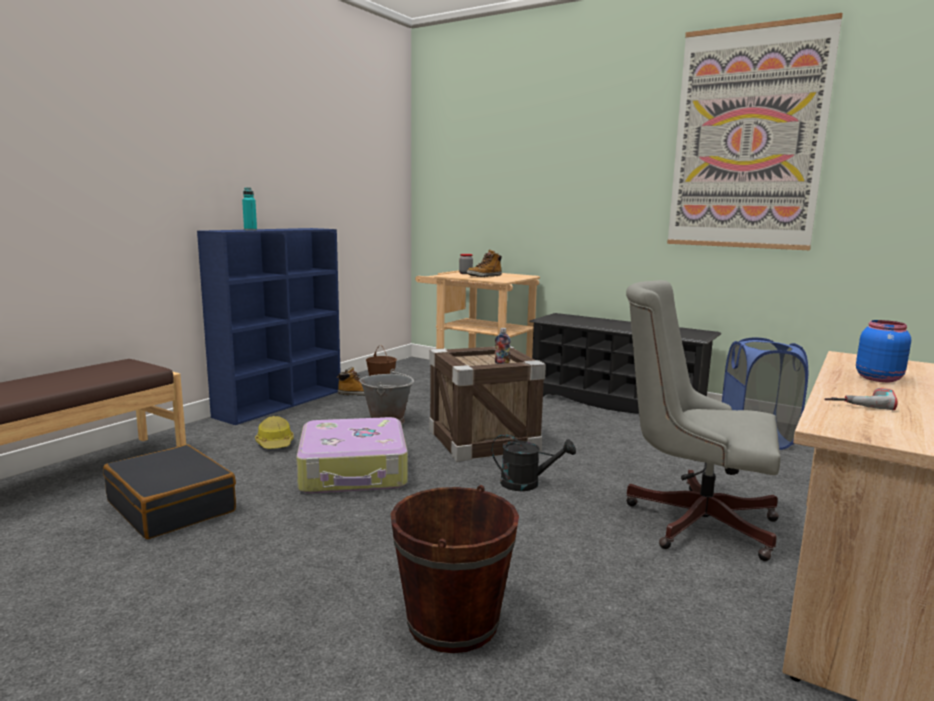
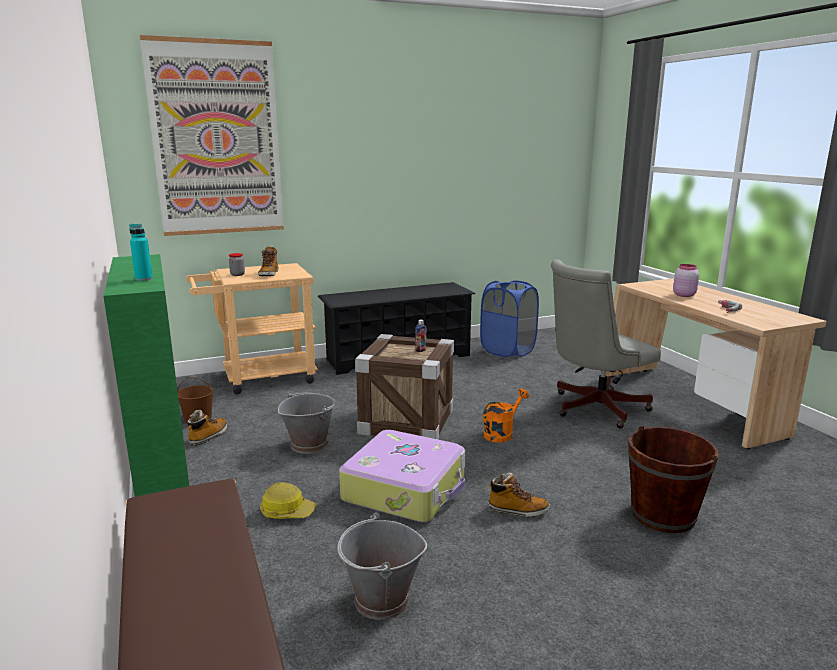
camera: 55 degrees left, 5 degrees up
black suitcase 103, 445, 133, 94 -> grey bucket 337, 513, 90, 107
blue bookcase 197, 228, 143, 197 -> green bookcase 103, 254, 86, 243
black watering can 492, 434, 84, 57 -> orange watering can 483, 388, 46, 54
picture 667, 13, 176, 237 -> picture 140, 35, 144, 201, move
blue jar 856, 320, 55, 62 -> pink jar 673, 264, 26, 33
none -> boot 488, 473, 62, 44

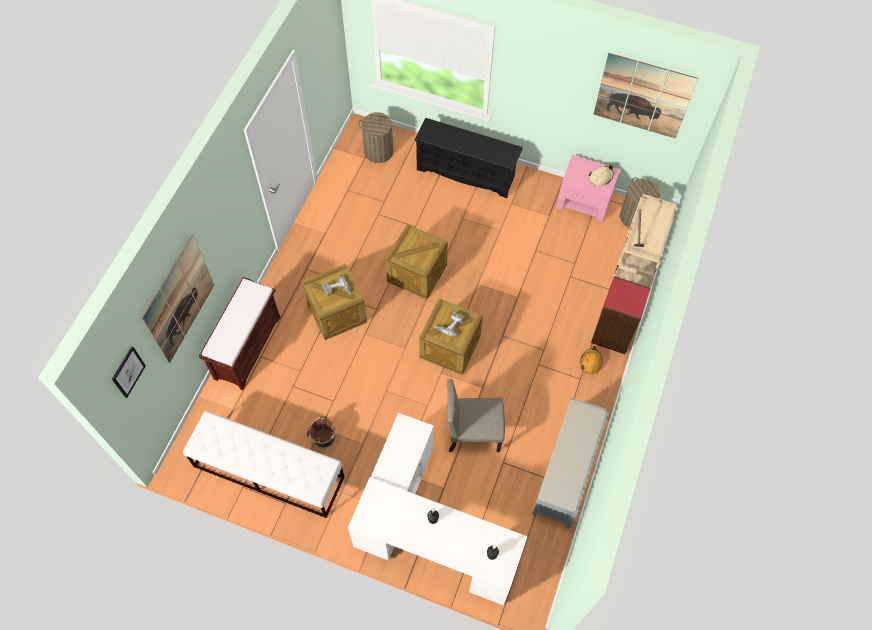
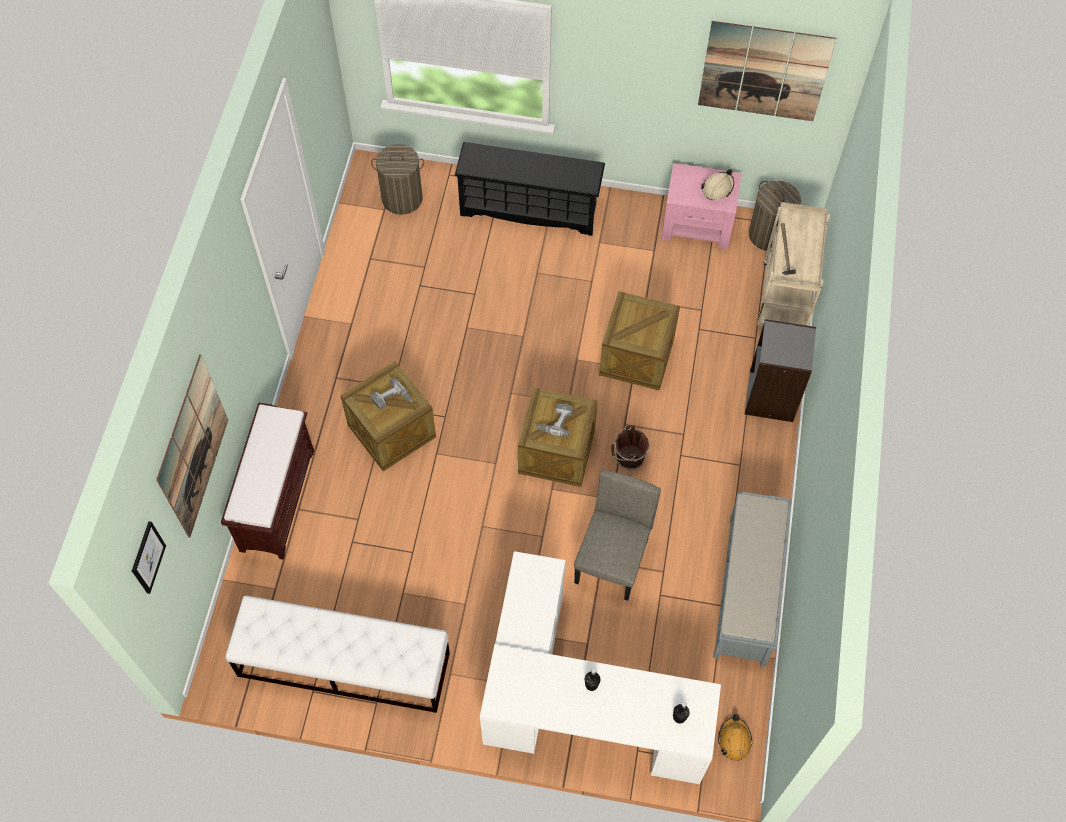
camera: 10 degrees left, 0 degrees up
brown bucket 307, 416, 28, 32 -> brown bucket 611, 425, 38, 45, move
crate 385, 224, 63, 76 -> crate 599, 291, 81, 99, move
beige chair 447, 379, 58, 73 -> beige chair 574, 470, 87, 131, 120 degrees clockwise
orange hard hat 580, 346, 23, 29 -> orange hard hat 718, 714, 35, 47, move
red bookcase 591, 276, 60, 78 -> grey bookcase 745, 319, 71, 103

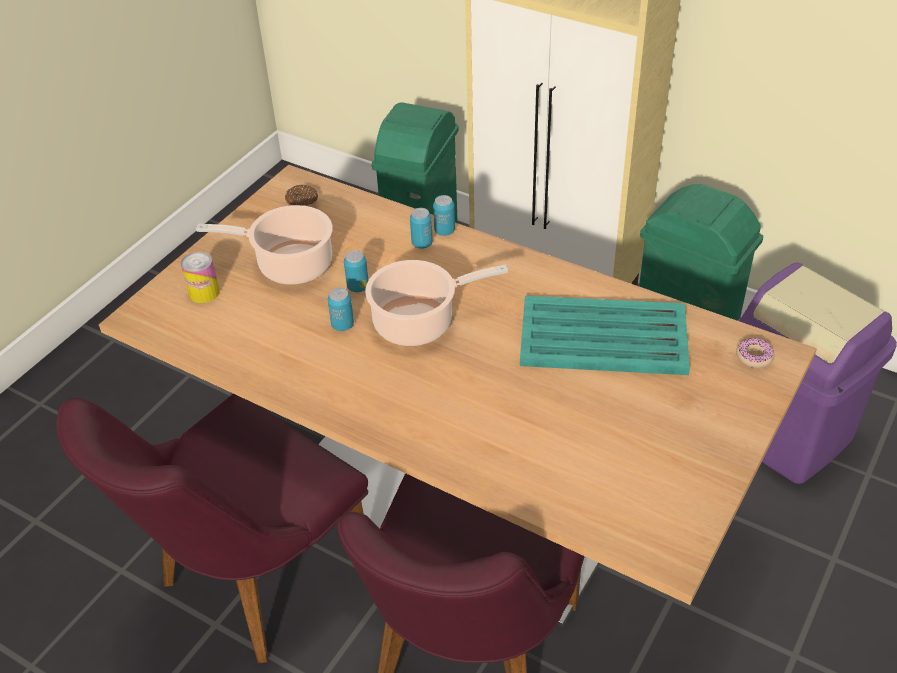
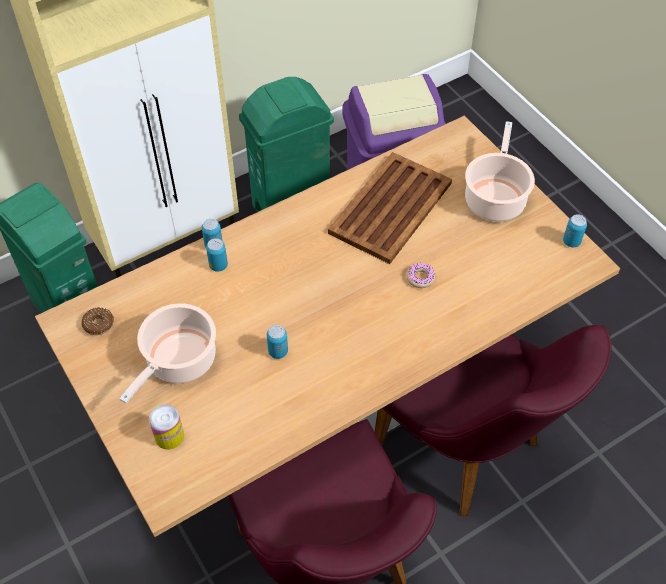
camera: 65 degrees left, 10 degrees up
can 344, 250, 24, 42 -> can 563, 214, 24, 33, move
cooking pot 365, 260, 143, 86 -> cooking pot 465, 121, 70, 101, move
turquoise tray 520, 296, 170, 79 -> brown tray 328, 152, 124, 112
donut 736, 338, 38, 30 -> donut 406, 263, 30, 25, move

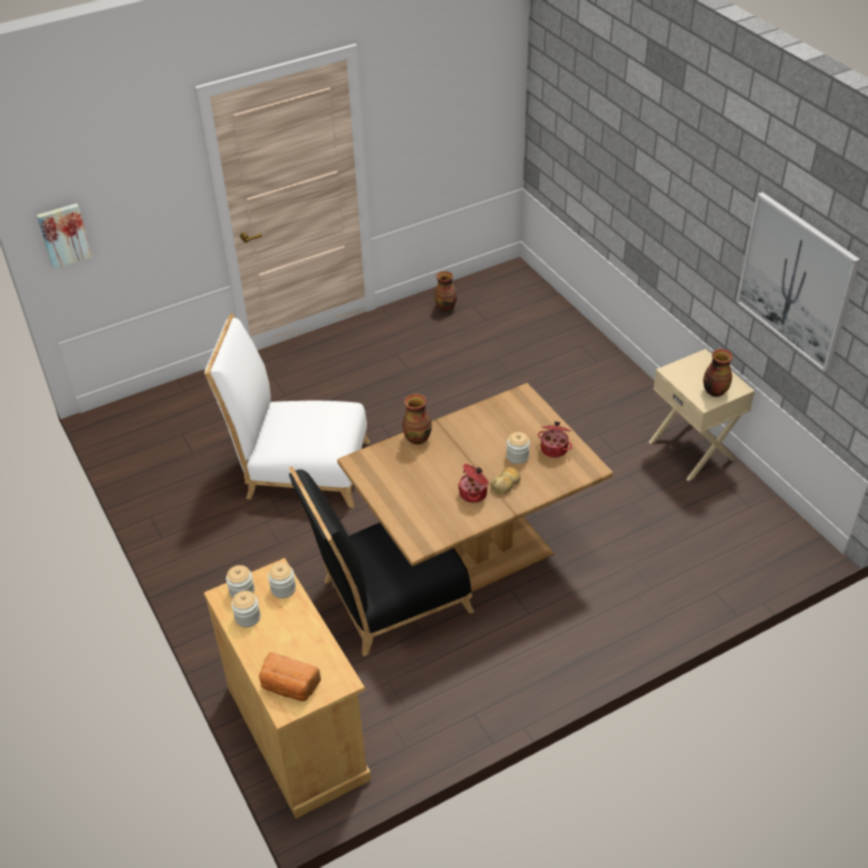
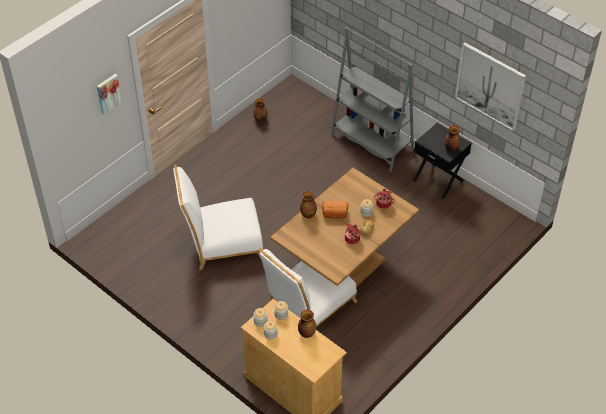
camera: 20 degrees left, 5 degrees up
picture 37, 203, 55, 66 -> picture 97, 74, 25, 41, move
bread 259, 652, 62, 49 -> bread 322, 201, 26, 18, move
black chair 289, 467, 185, 189 -> white chair 258, 249, 100, 78
beige nightstand 649, 349, 106, 132 -> black nightstand 413, 123, 59, 76
none -> vase 298, 310, 18, 28
none -> grey bookcase 331, 27, 83, 145

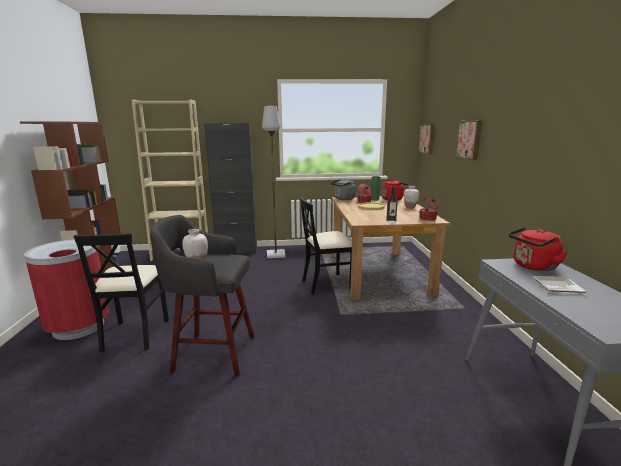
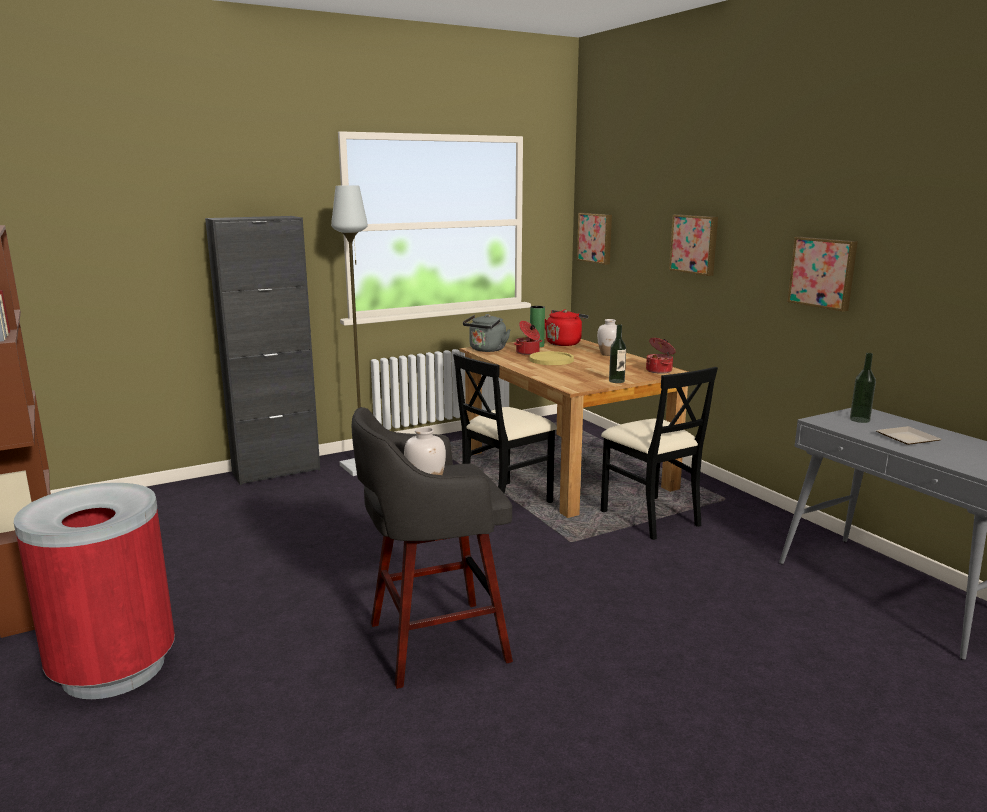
camera: 25 degrees left, 0 degrees up
black chair 74, 233, 95, 119 -> black chair 601, 367, 117, 173, move
beige bookcase 132, 99, 76, 162 -> none
red kettle 508, 227, 60, 44 -> bottle 850, 353, 26, 70
none -> picture 787, 237, 71, 75

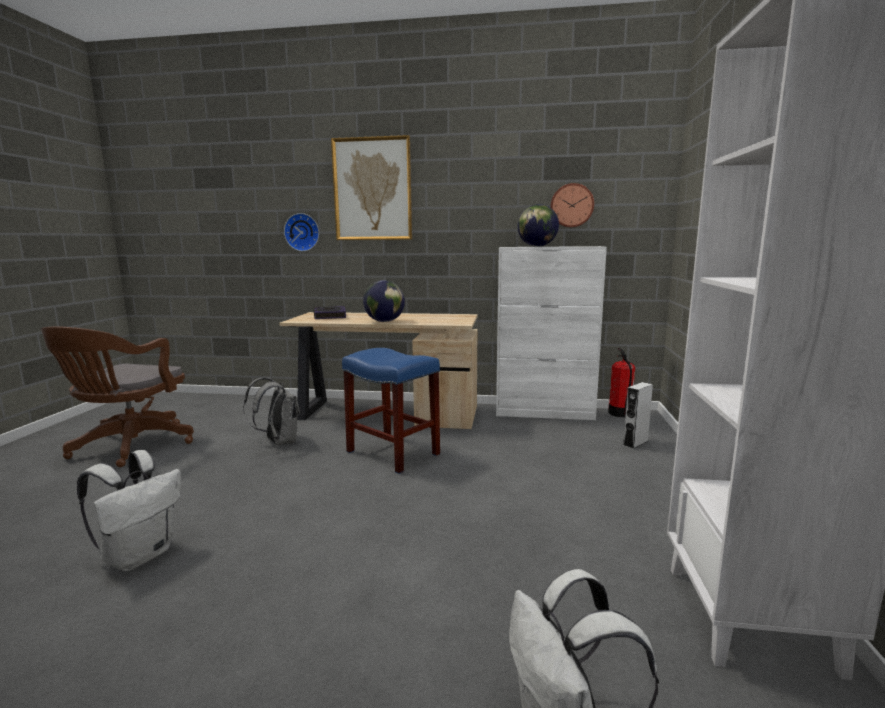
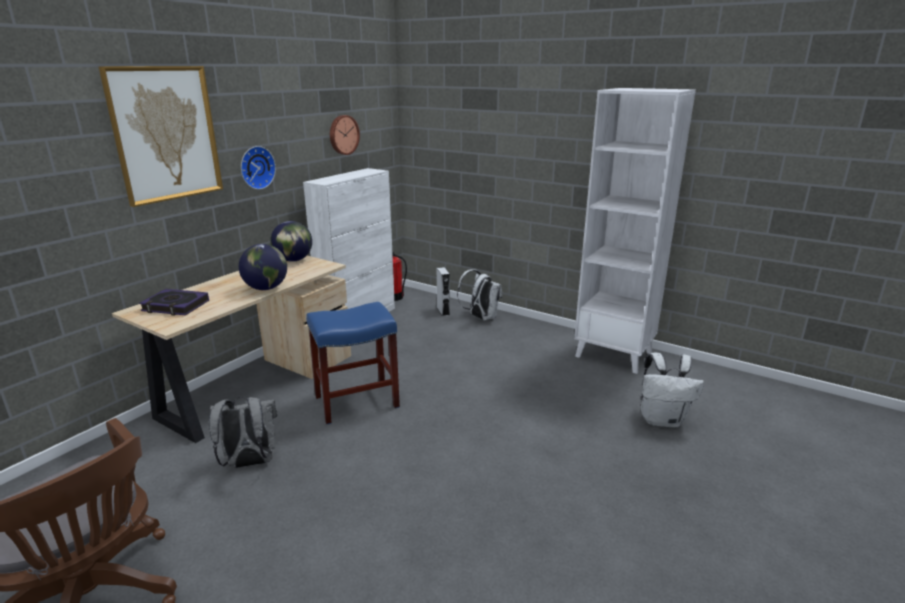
camera: 65 degrees left, 10 degrees up
white backpack 77, 450, 104, 121 -> white backpack 457, 269, 45, 52, move
wall clock 284, 213, 35, 38 -> wall clock 241, 146, 35, 44, move
globe 517, 204, 42, 43 -> globe 270, 221, 42, 41, move

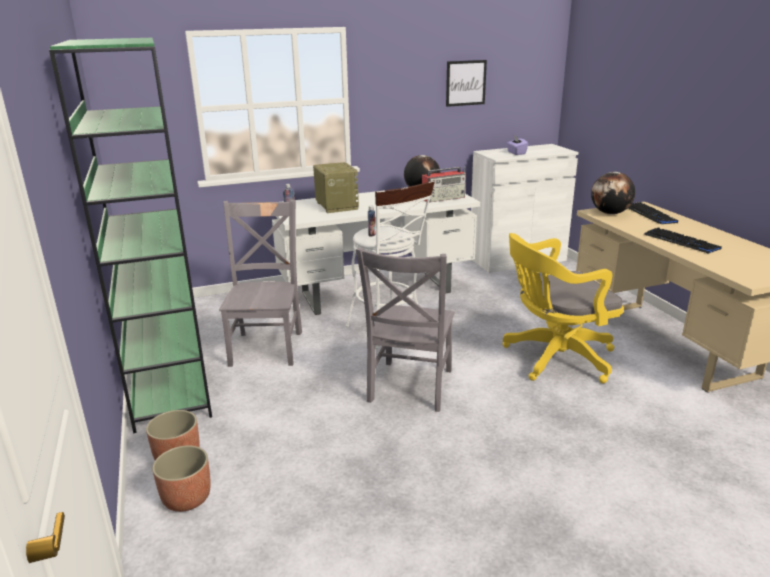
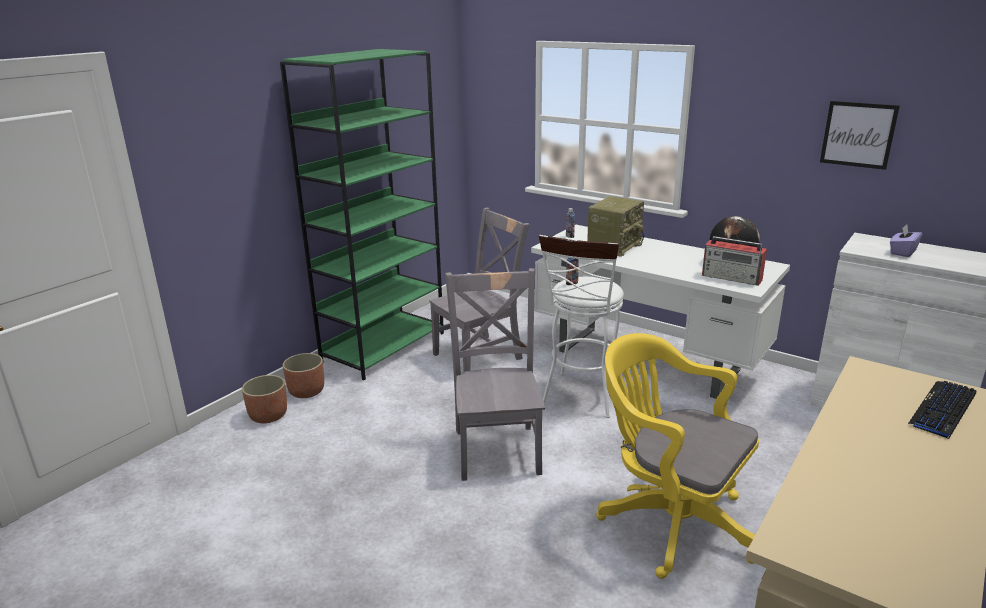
camera: 55 degrees right, 0 degrees up
grey chair 356, 247, 98, 165 -> grey chair 445, 268, 100, 213, 105 degrees clockwise
globe 591, 172, 44, 42 -> none
keyboard 644, 227, 78, 27 -> none

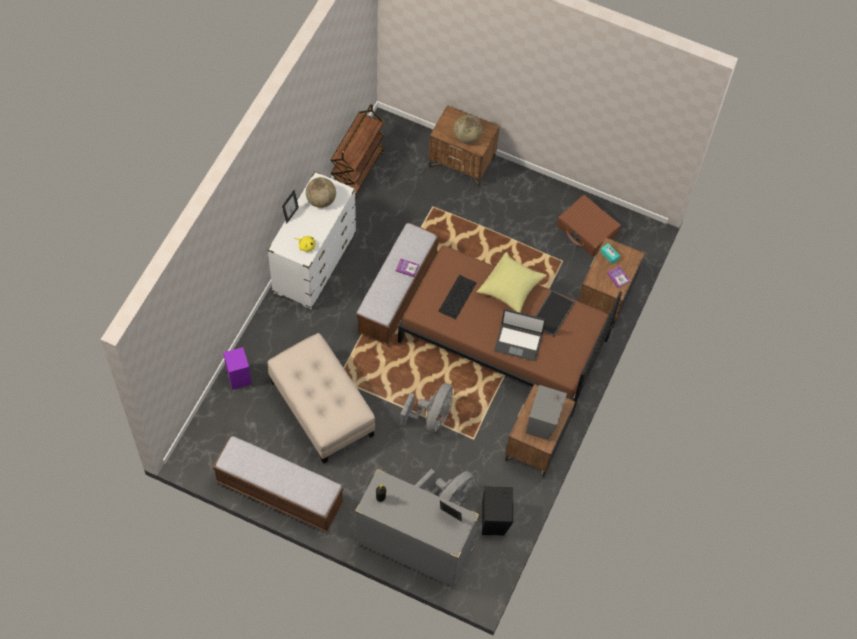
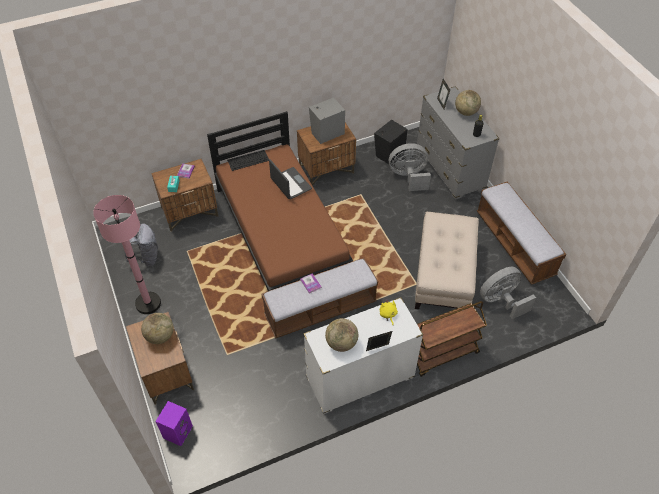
camera: 135 degrees left, 10 degrees down
purple speaker 223, 347, 29, 43 -> purple speaker 155, 401, 38, 45, move
brown cart 330, 104, 54, 96 -> brown cart 417, 301, 70, 76, move
grey fan 400, 383, 53, 49 -> grey fan 480, 267, 56, 52, move
keyboard 438, 275, 39, 44 -> keyboard 227, 150, 42, 21, move
yellow pillow 477, 252, 70, 60 -> none
tray 535, 290, 40, 47 -> none
brown suitcase 557, 195, 64, 61 -> grey backpack 124, 223, 34, 44
none -> pink floor lamp 93, 195, 68, 119
none -> globe 455, 90, 26, 26

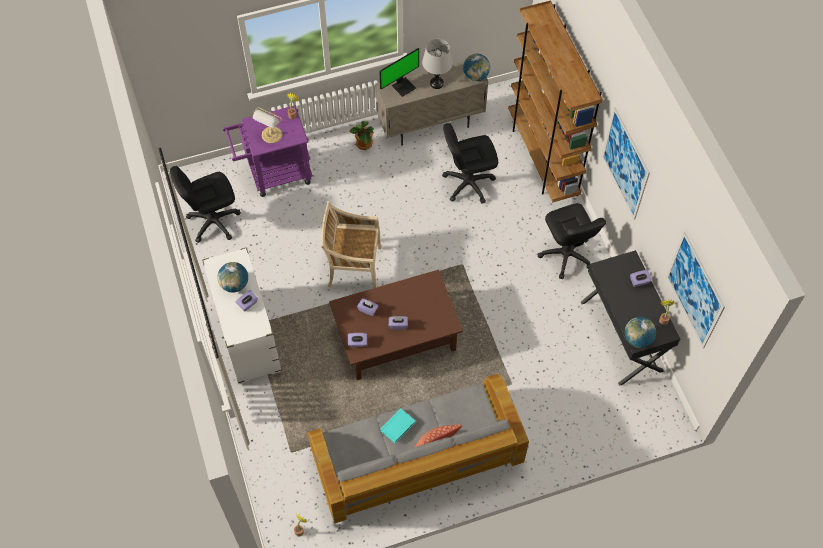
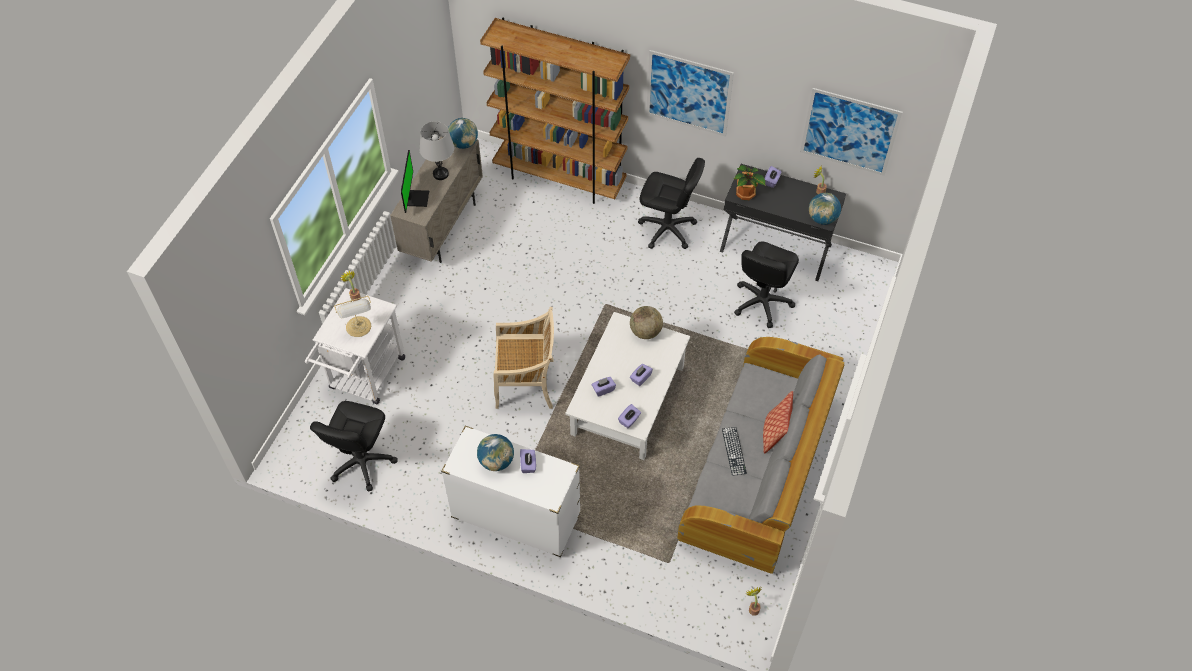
camera: 50 degrees left, 5 degrees down
purple cart 223, 105, 90, 92 -> white cart 305, 288, 100, 116
beige chair 321, 201, 60, 87 -> beige chair 494, 307, 60, 102, 135 degrees counterclockwise
brown coffee table 329, 270, 134, 110 -> white coffee table 565, 312, 125, 148
potted plant 349, 121, 25, 29 -> potted plant 734, 165, 31, 35, move
turquoise book 380, 409, 36, 34 -> keyboard 722, 427, 25, 49
black office chair 442, 123, 56, 80 -> black office chair 734, 241, 65, 87, move
none -> globe 630, 306, 33, 33

